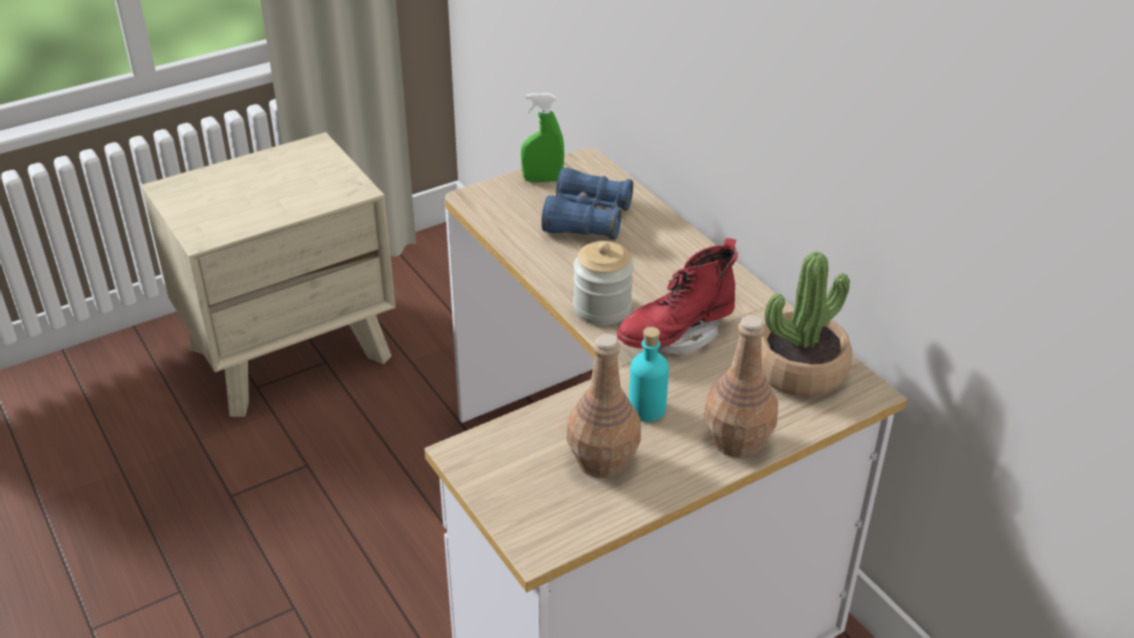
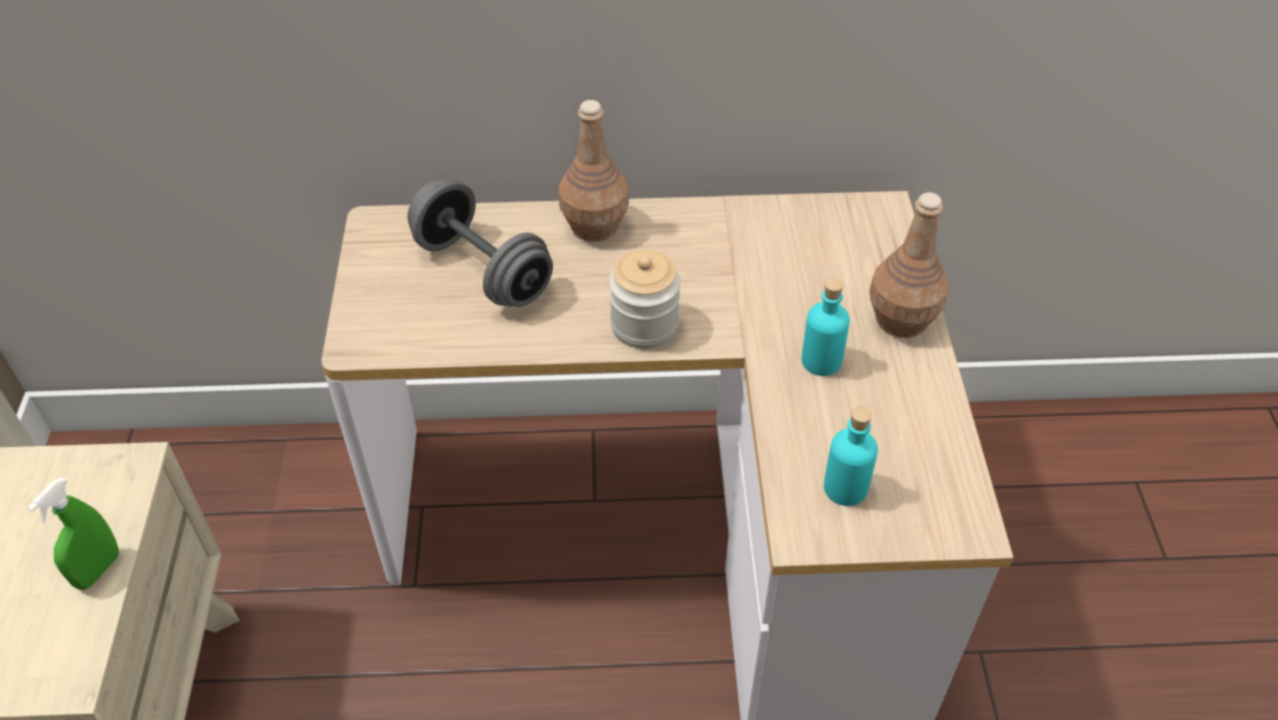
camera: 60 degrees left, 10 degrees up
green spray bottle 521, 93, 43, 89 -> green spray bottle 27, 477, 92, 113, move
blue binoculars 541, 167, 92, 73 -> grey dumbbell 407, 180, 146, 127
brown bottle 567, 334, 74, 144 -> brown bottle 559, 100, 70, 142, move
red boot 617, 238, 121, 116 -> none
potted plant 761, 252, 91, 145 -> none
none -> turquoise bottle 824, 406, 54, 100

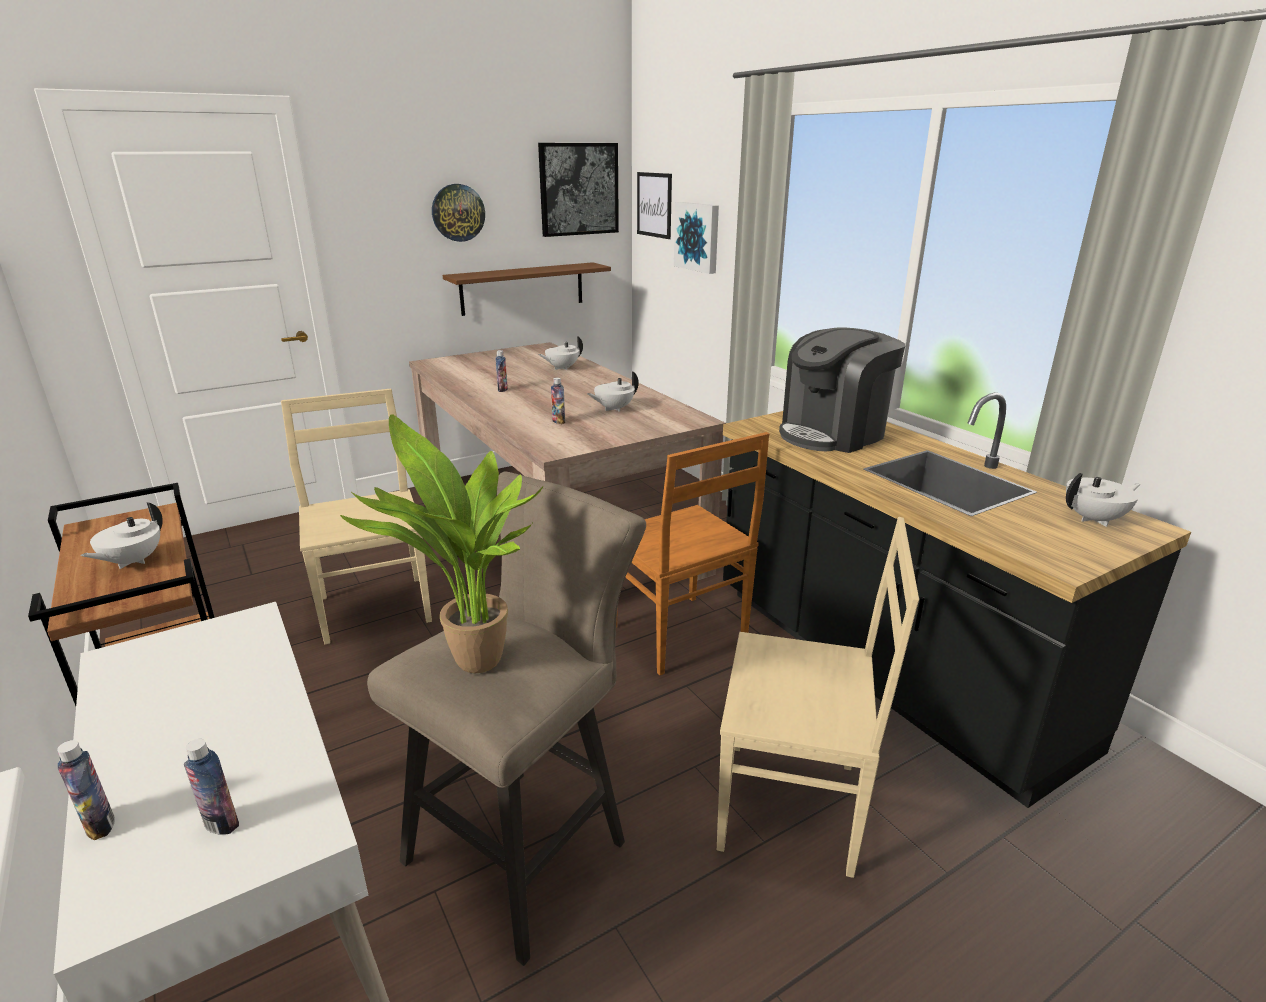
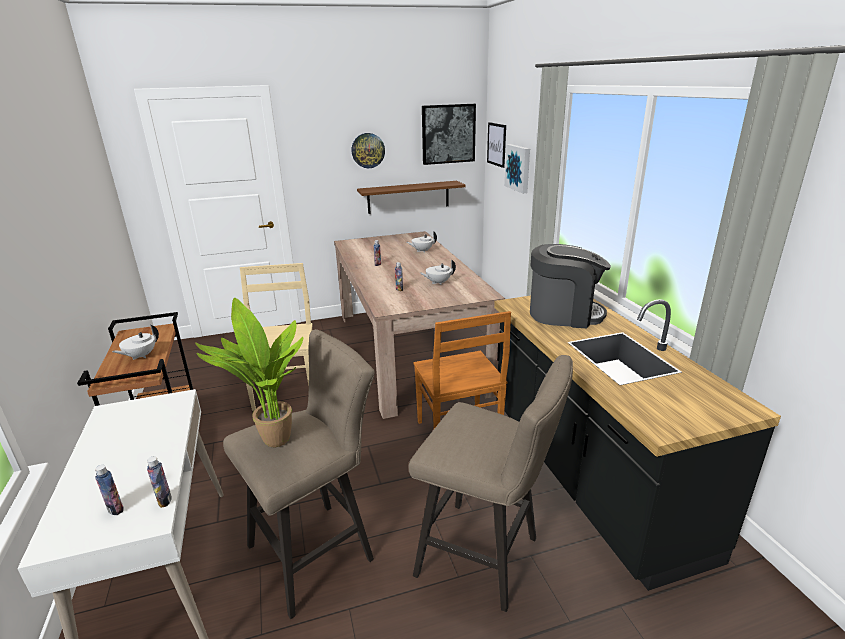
camera: 15 degrees right, 0 degrees up
bottle 57, 740, 58, 100 -> bottle 147, 456, 25, 52, move
beige chair 717, 517, 202, 361 -> beige stool 409, 355, 164, 257
coffee machine 779, 327, 126, 126 -> coffee machine 530, 244, 81, 84, 150 degrees counterclockwise
white teapot 1066, 473, 74, 54 -> none

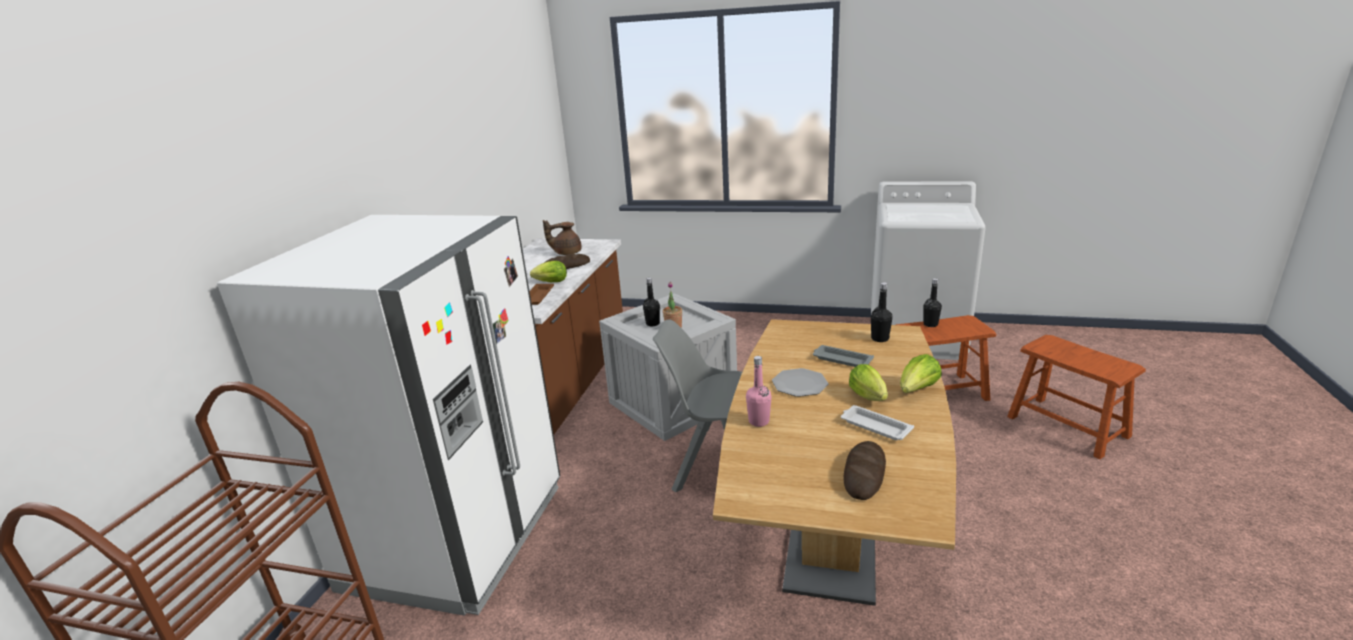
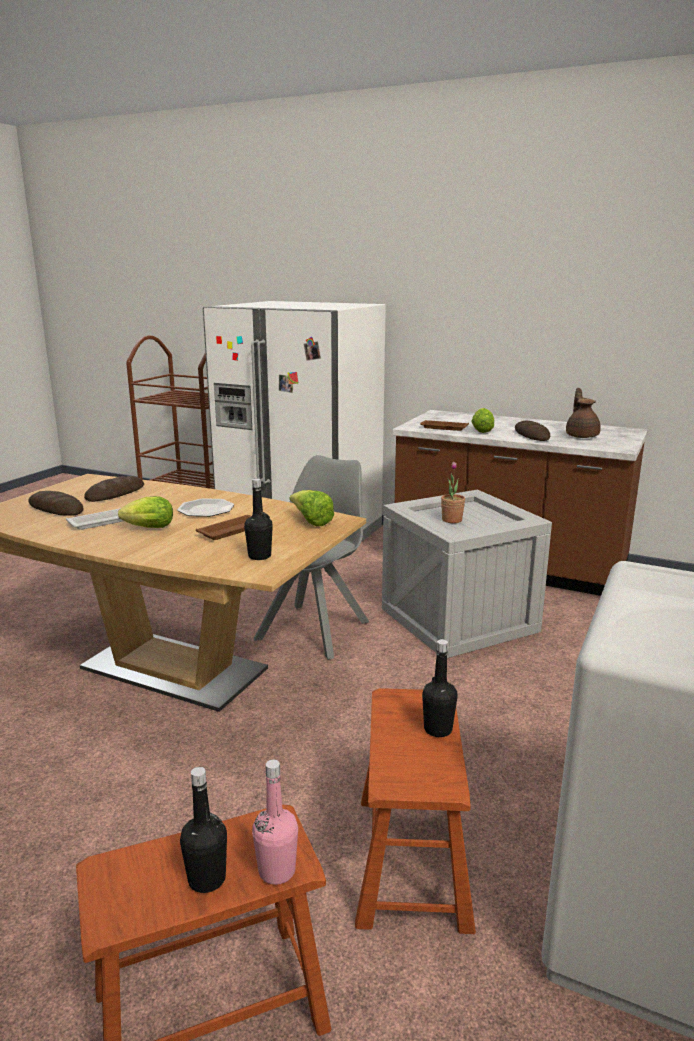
camera: 100 degrees right, 5 degrees down
black bottle 643, 278, 17, 49 -> black bottle 180, 767, 47, 126, move
pink bottle 746, 356, 26, 71 -> pink bottle 252, 760, 46, 125, move
grey tray 813, 345, 61, 22 -> brown tray 196, 515, 55, 25
lettuce 900, 354, 42, 39 -> lettuce 290, 490, 44, 37, move
none -> bread 84, 476, 60, 26

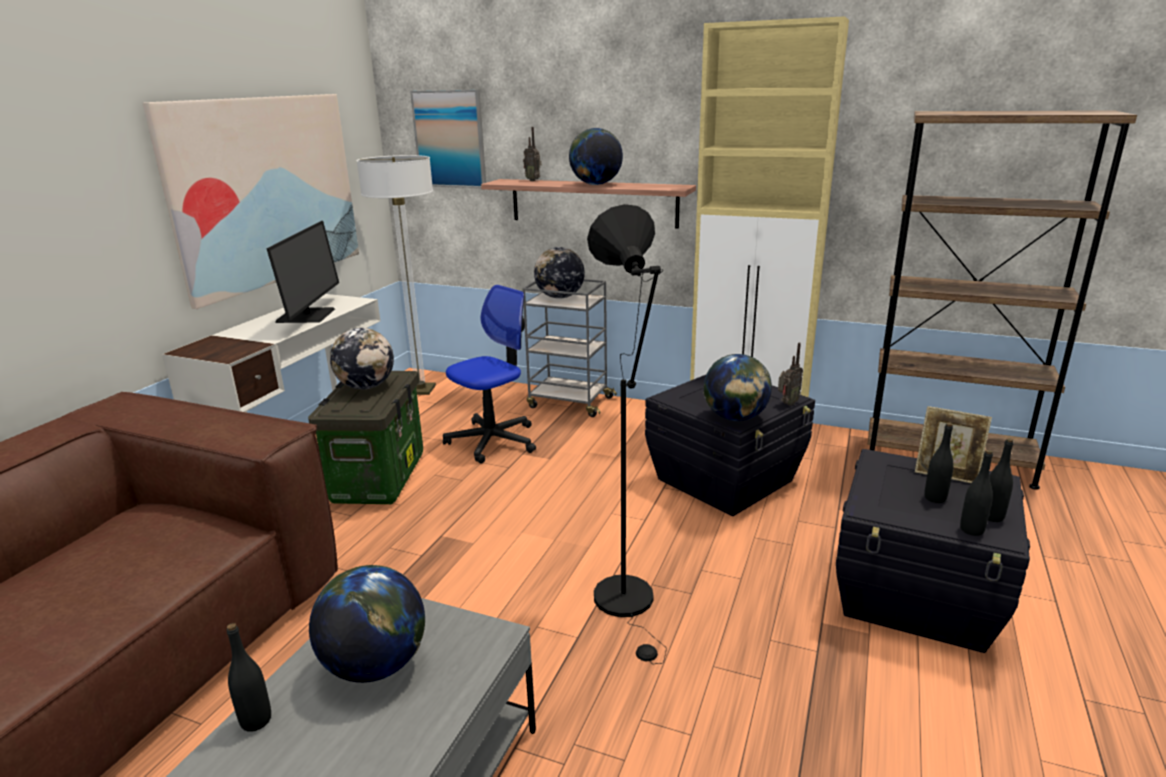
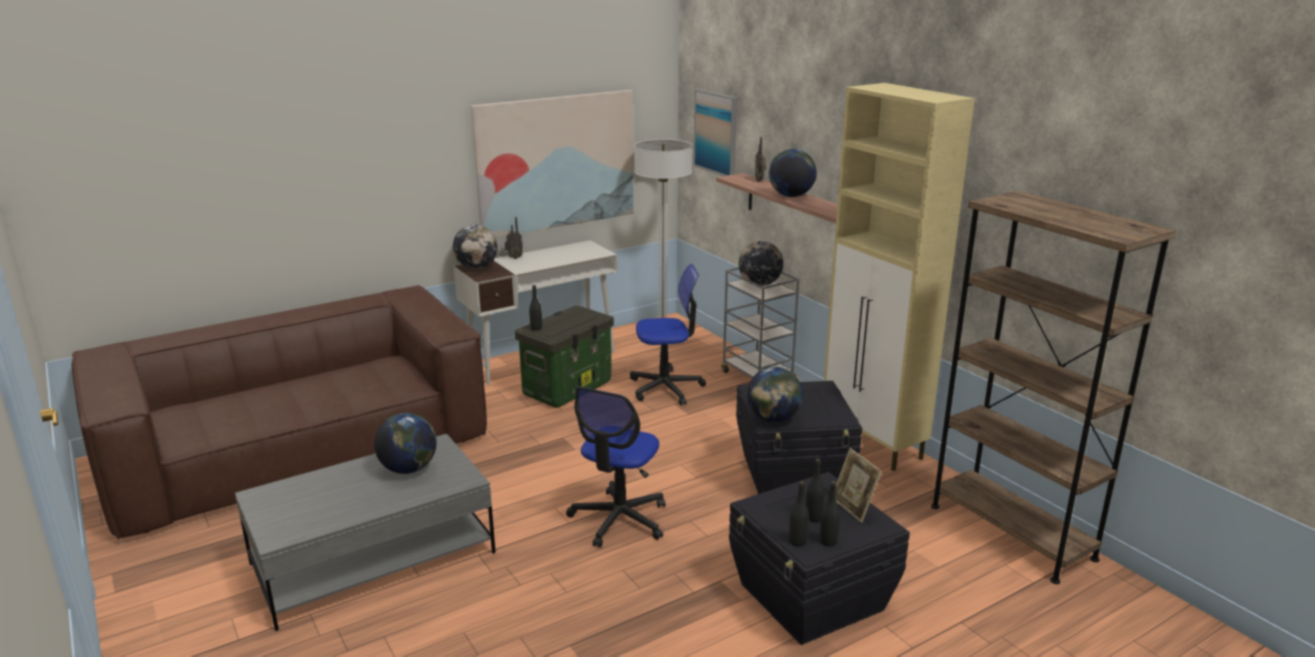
camera: 35 degrees right, 0 degrees up
black bottle 227, 623, 44, 109 -> black bottle 529, 285, 13, 46, move
monitor 266, 221, 73, 102 -> none
globe 330, 328, 64, 61 -> globe 453, 225, 45, 44, move
black floor lamp 587, 204, 80, 460 -> office chair 566, 387, 100, 160
radio 778, 342, 25, 64 -> radio 505, 217, 18, 42, move

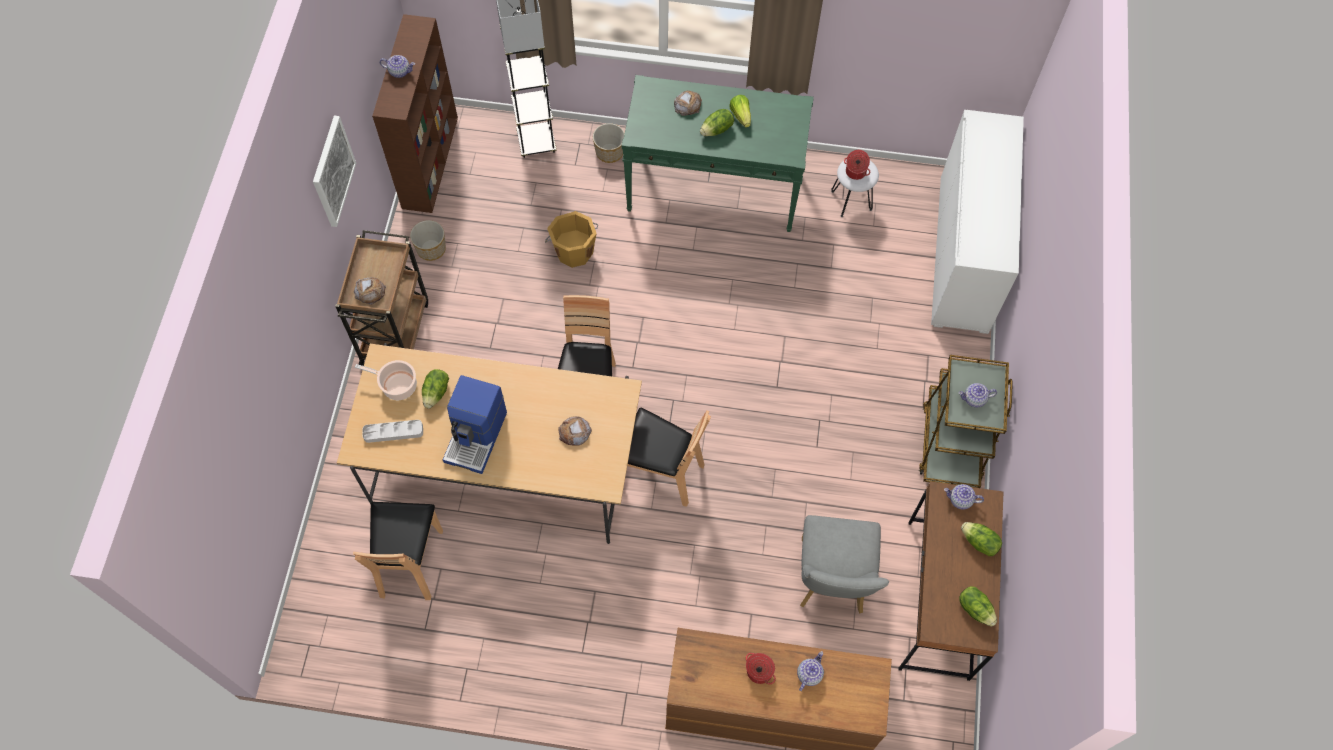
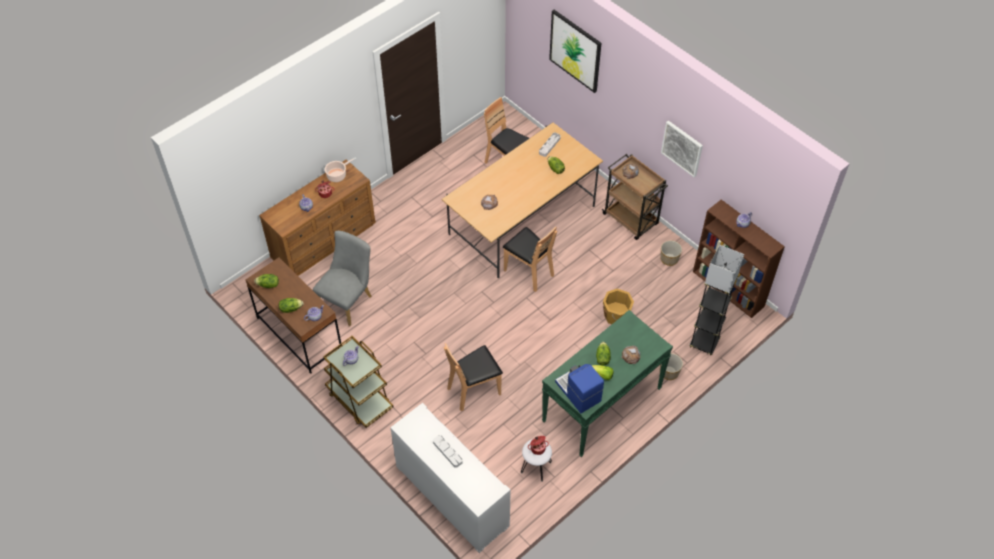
camera: 130 degrees right, 10 degrees down
cooking pot 355, 360, 62, 40 -> cooking pot 325, 158, 31, 24, move
coffee machine 443, 375, 64, 99 -> coffee machine 555, 364, 49, 49, move
brown chair 627, 408, 84, 99 -> brown chair 444, 343, 59, 68, move
grey chair 800, 515, 89, 98 -> grey chair 313, 231, 59, 95, 75 degrees clockwise
none -> grey tray 433, 435, 30, 33
none -> picture 549, 10, 52, 83

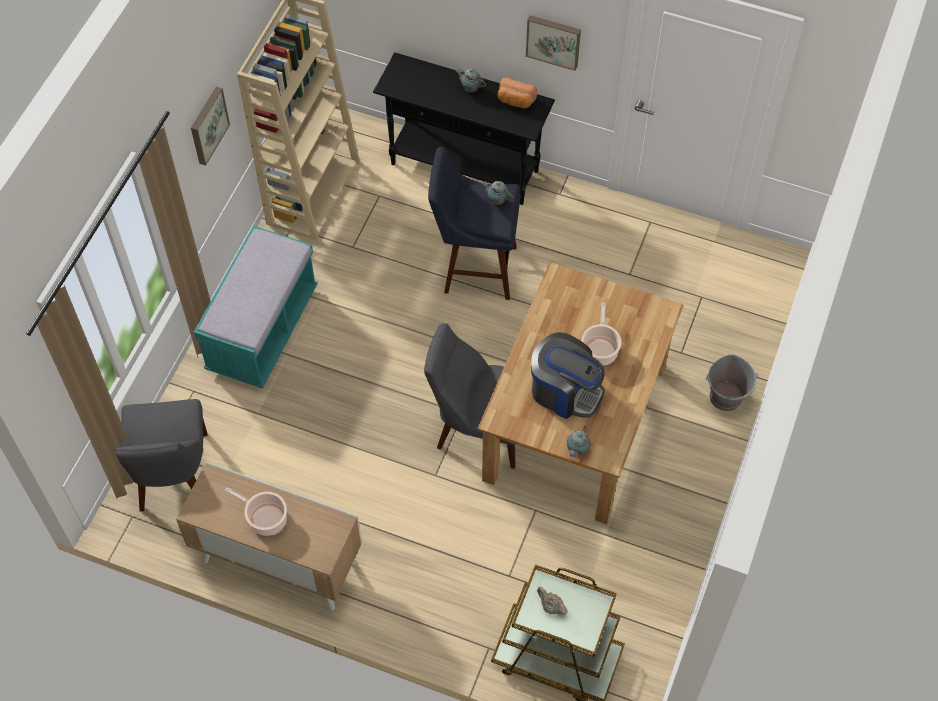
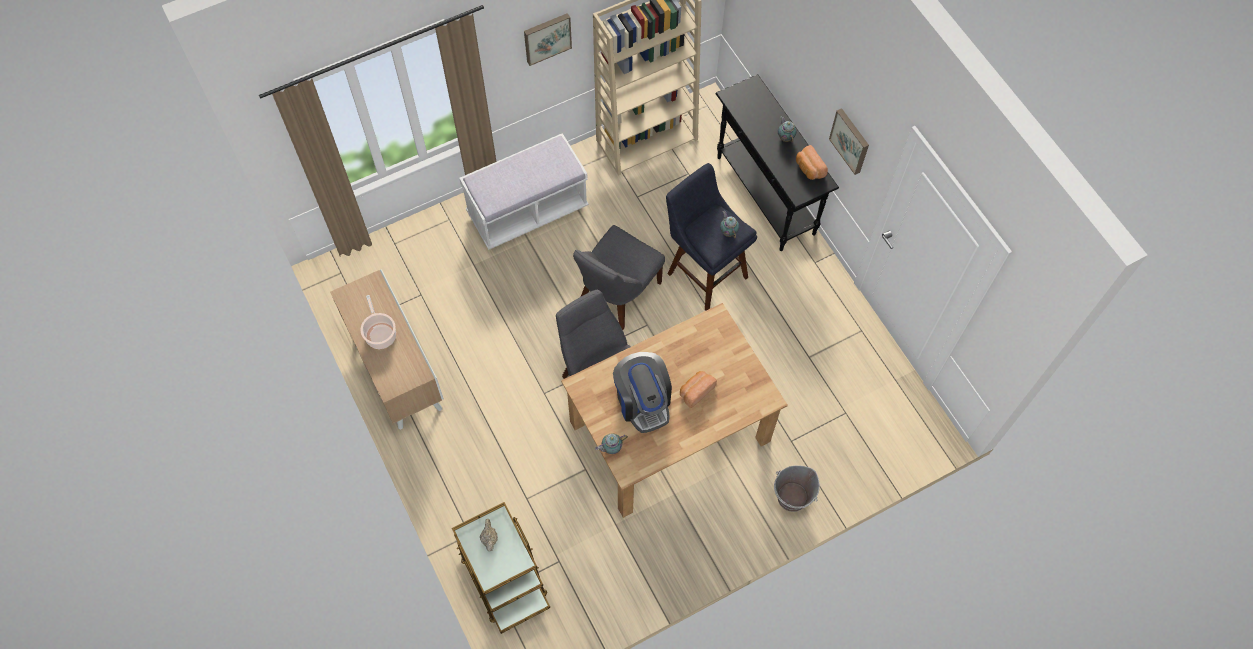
camera: 40 degrees right, 5 degrees up
grey chair 115, 399, 92, 113 -> grey chair 573, 225, 92, 105, move
turquoise bench 194, 226, 124, 163 -> white bench 459, 133, 130, 117
cooking pot 581, 302, 41, 64 -> bread 680, 371, 37, 37

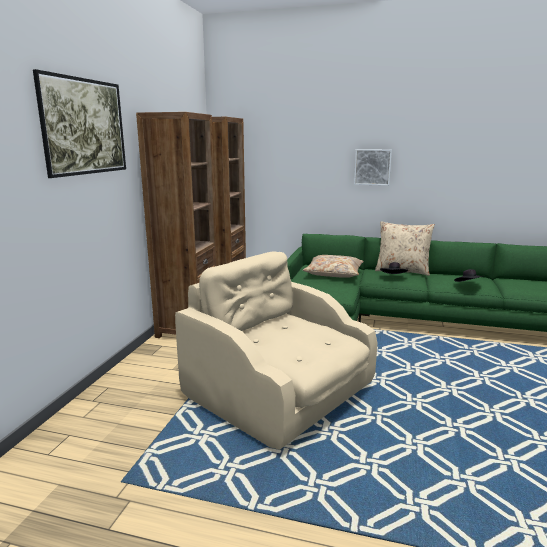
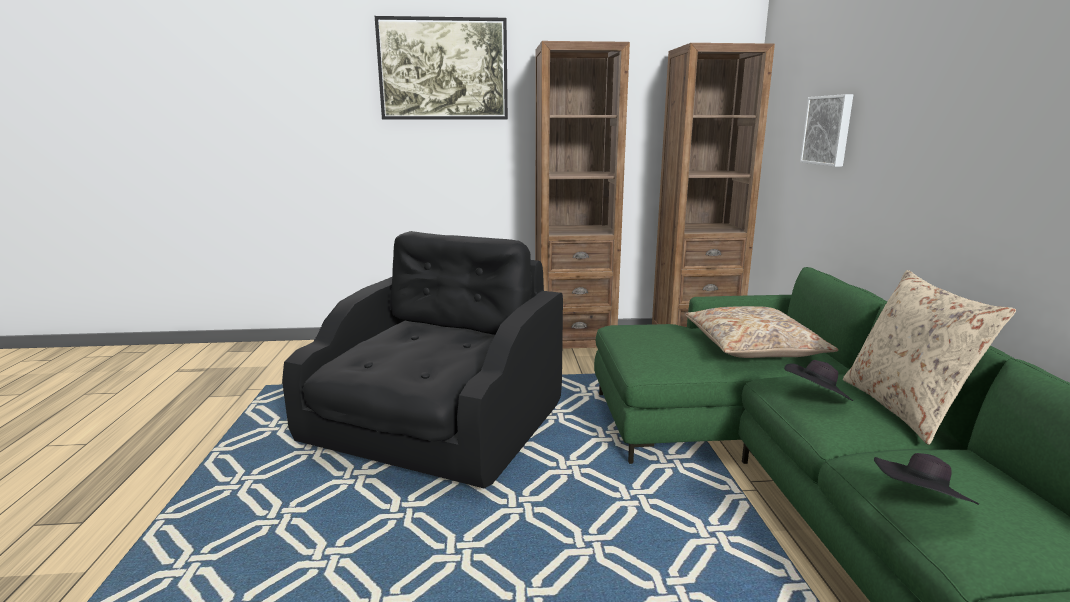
camera: 70 degrees right, 0 degrees up
beige armchair 175, 251, 202, 199 -> black armchair 282, 231, 281, 258
picture 354, 149, 38, 37 -> picture 800, 94, 53, 73, move

